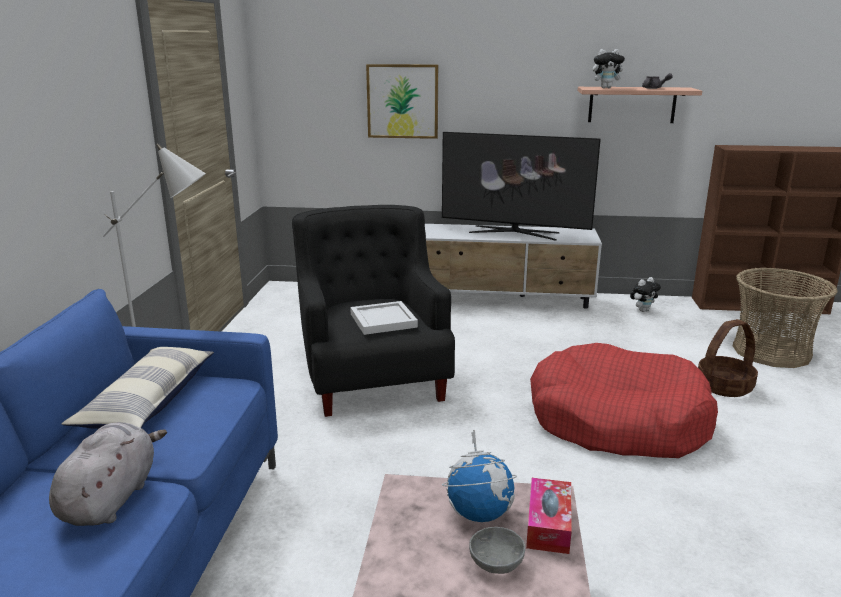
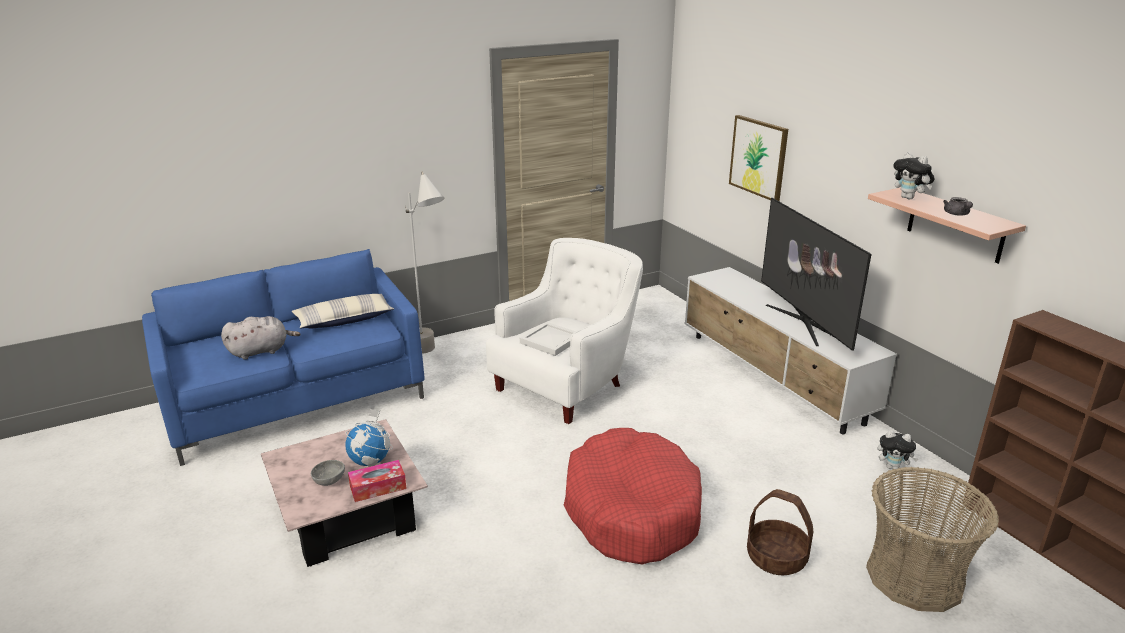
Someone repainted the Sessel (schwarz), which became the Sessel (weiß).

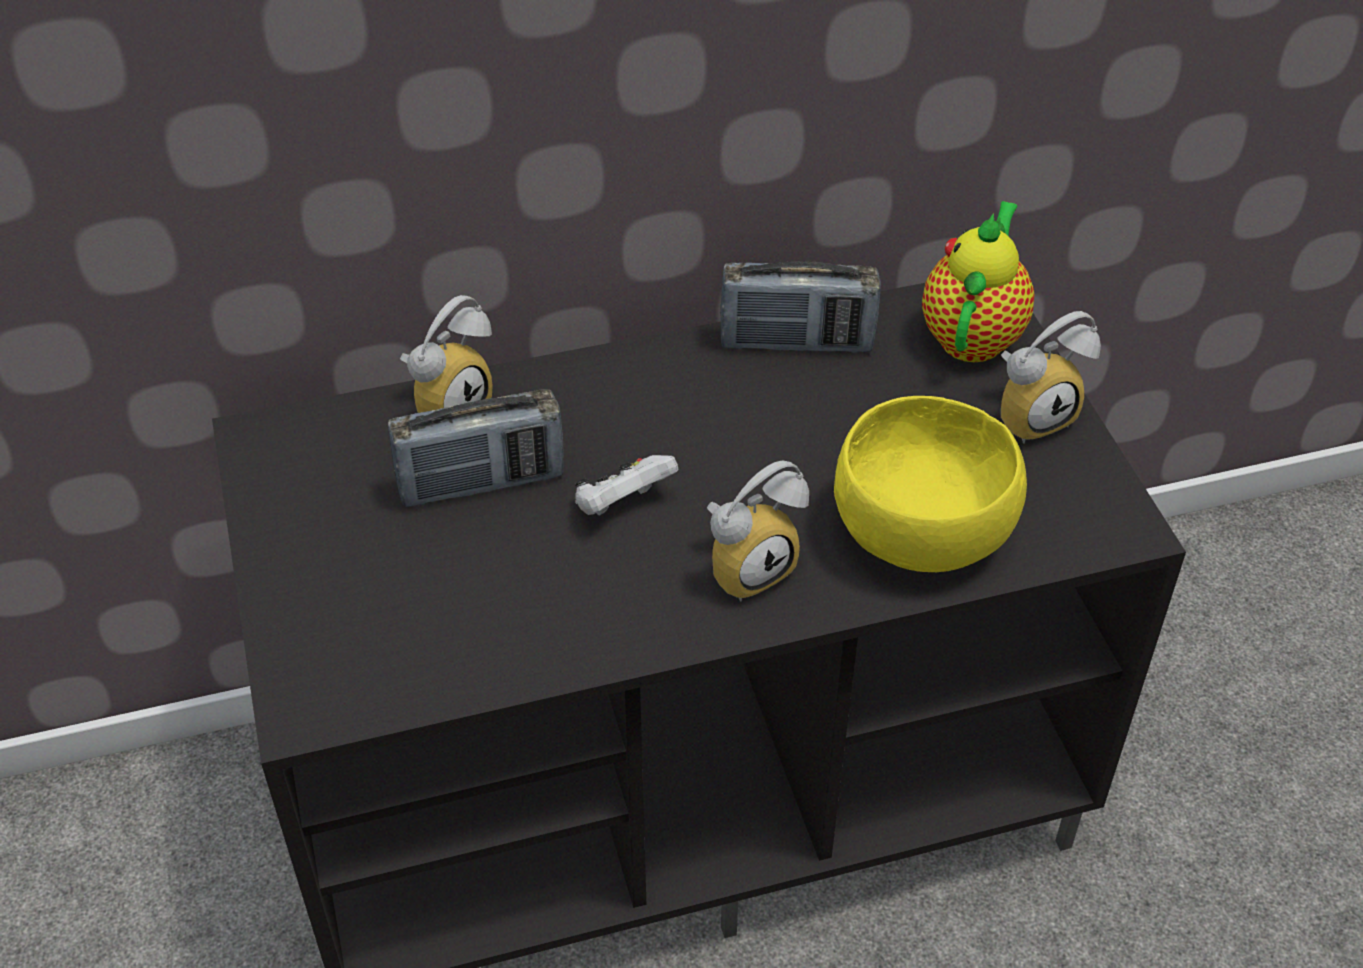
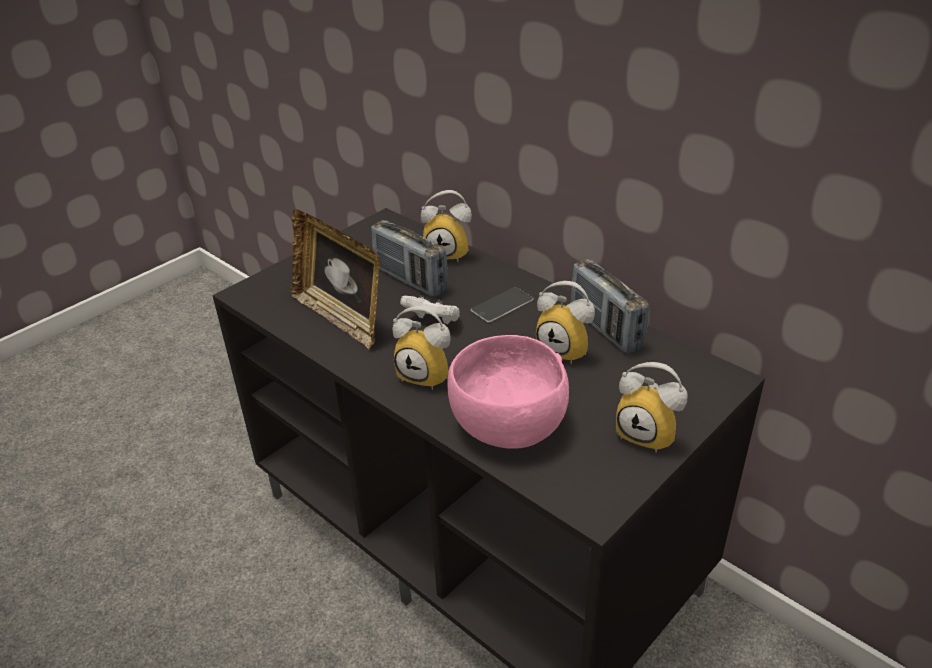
Someone put down the Bilderrahmen.
Someone repainted the Schüssel (gelb), which became the Schüssel (rosa).
Someone put down the Handy.
Someone put down the Wecker (no. 3 from left).
Someone took away the Teekanne.

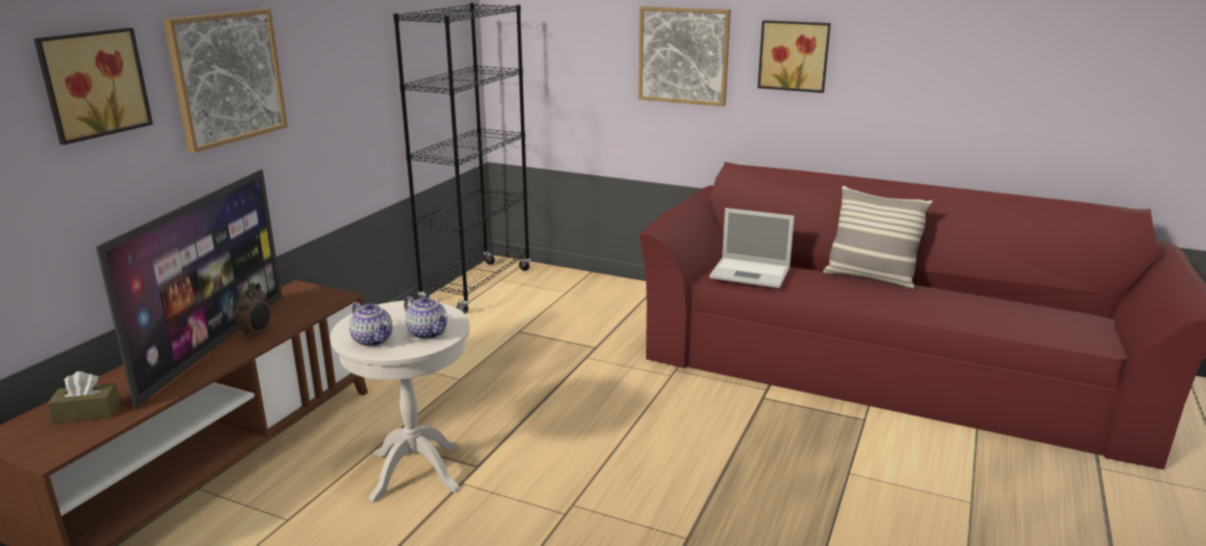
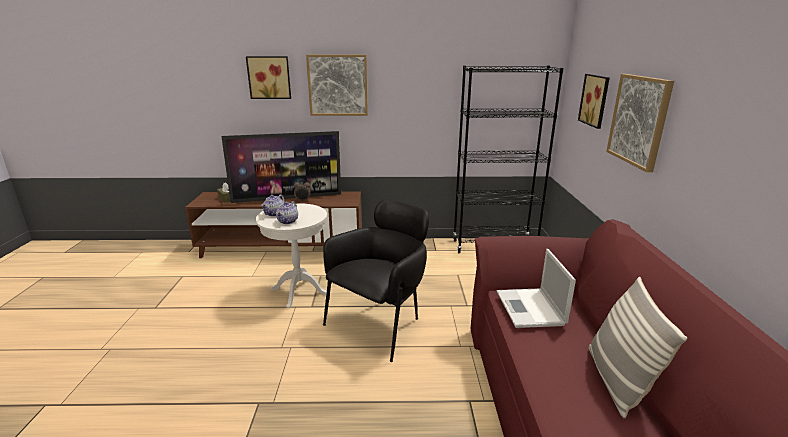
Someone put down the Sessel (schwarz).
Someone carried the Bild (no. 4 from left in the first image).

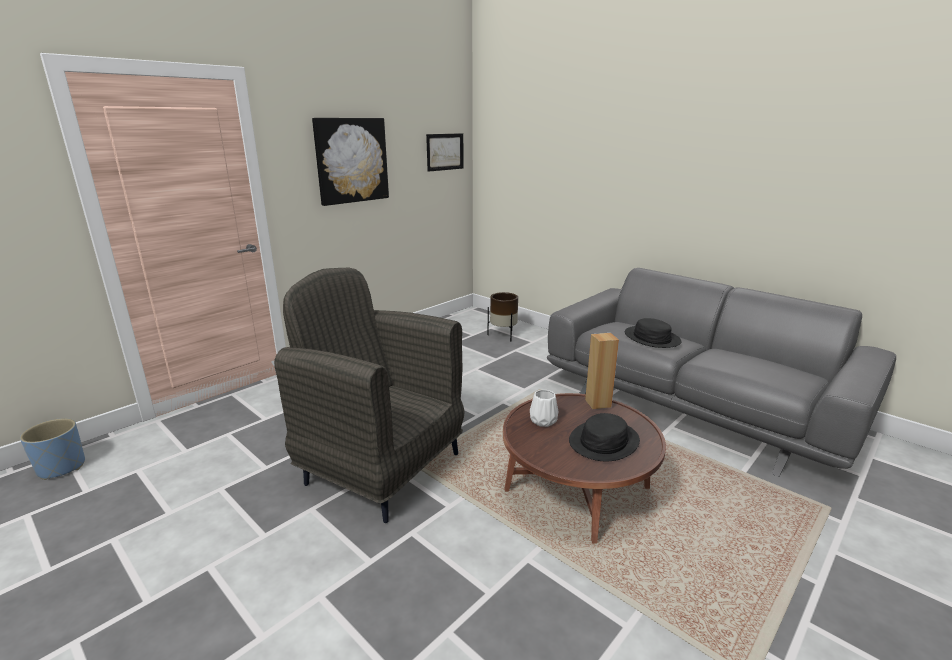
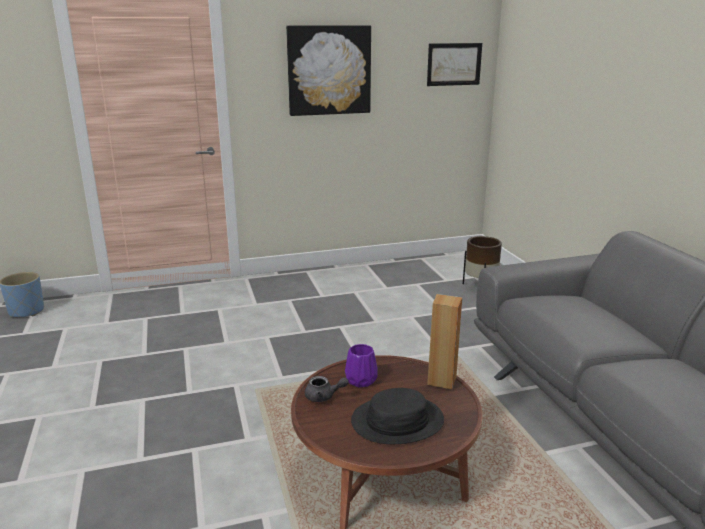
Someone put down the Teekanne (grau).
Someone repainted the Vase (weiß), which became the Vase (lila).
Someone took away the Sessel (grau).
Someone took away the Hut (schwarz) (no. 2 from left).

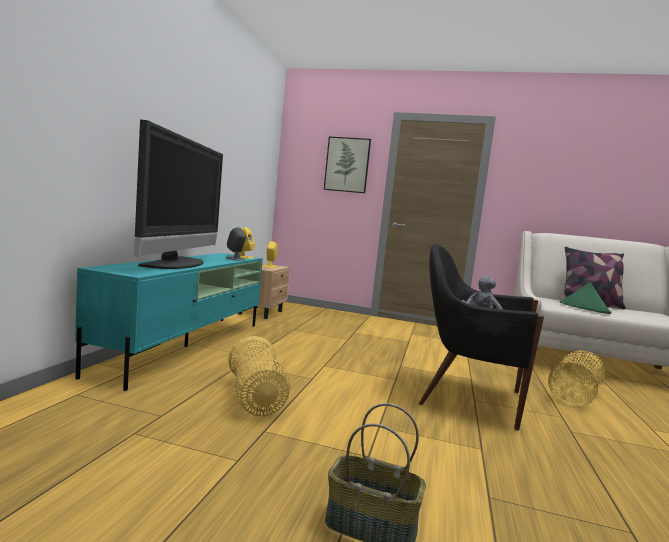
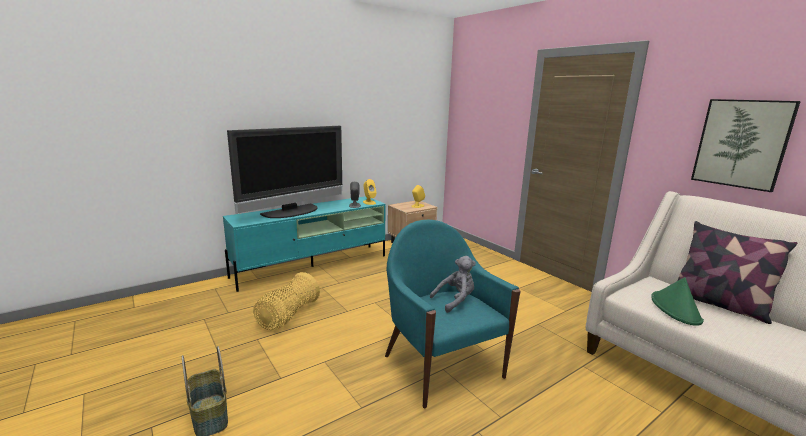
Someone repainted the Sessel (schwarz), which became the Sessel (türkis).
Someone carried the Bild.
Someone took away the Korb (no. 3 from left).

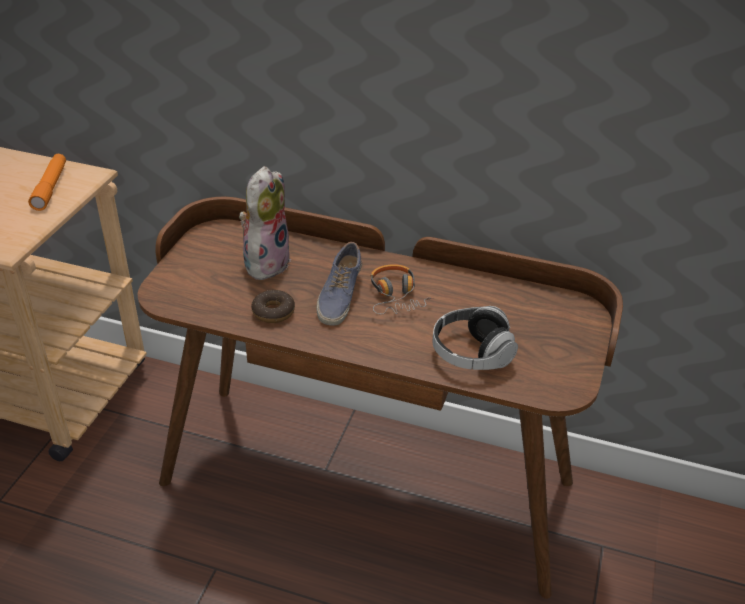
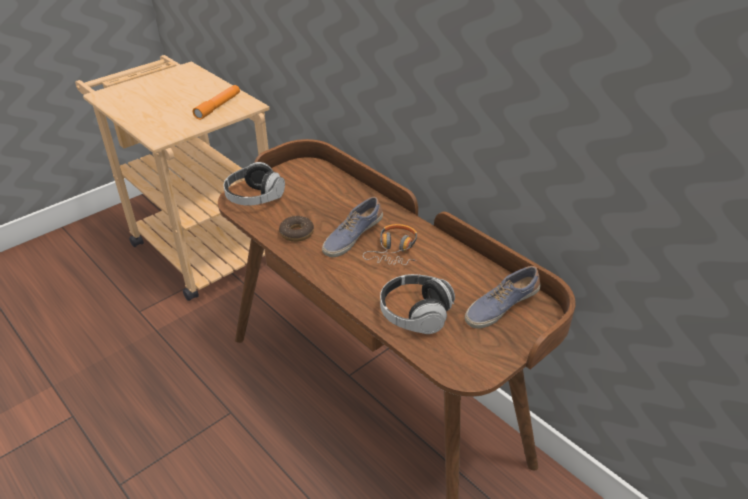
Someone put down the Kopfhörer (no. 1 from left).
Someone put down the Schuh (no. 2 from left).
Someone took away the Plüschtier.

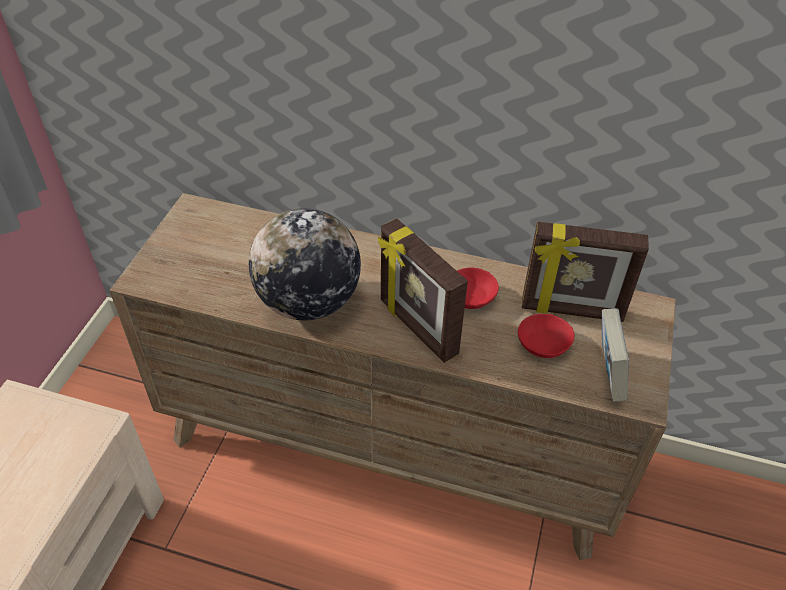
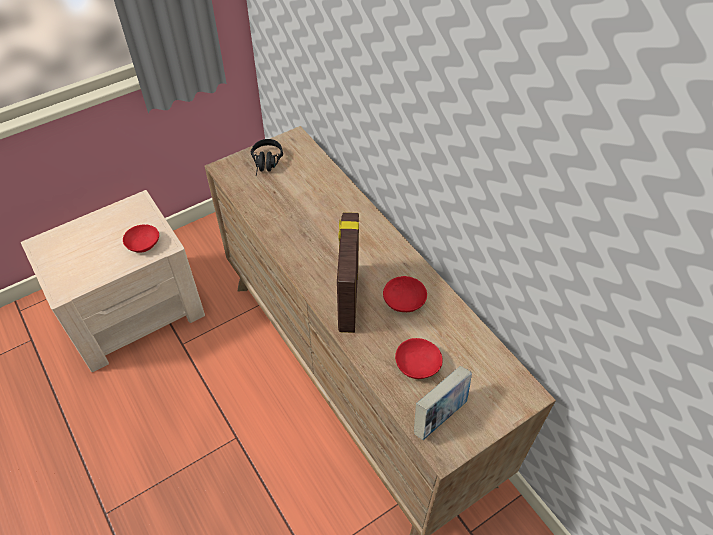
Someone put down the Schüssel (rot) (no. 1 from left).
Someone put down the Kopfhörer (schwarz).
Someone took away the Globus.
Someone took away the Bilderrahmen (no. 2 from left).

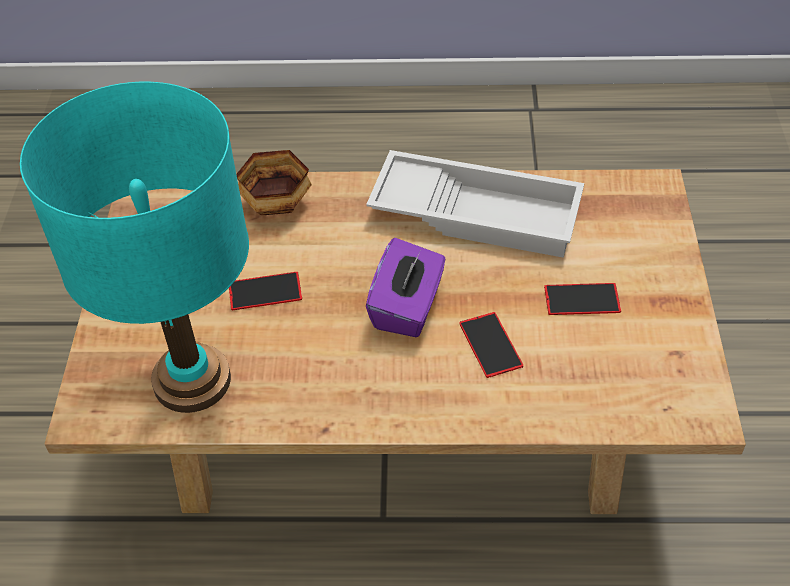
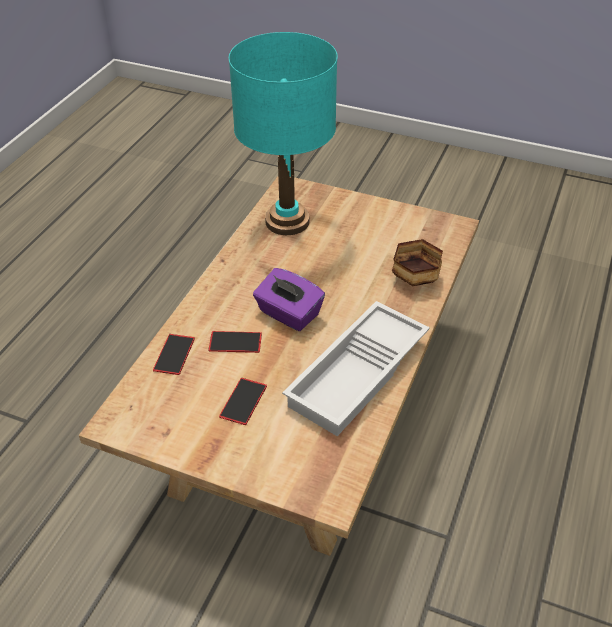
Someone carried the Handy (no. 1 from left).

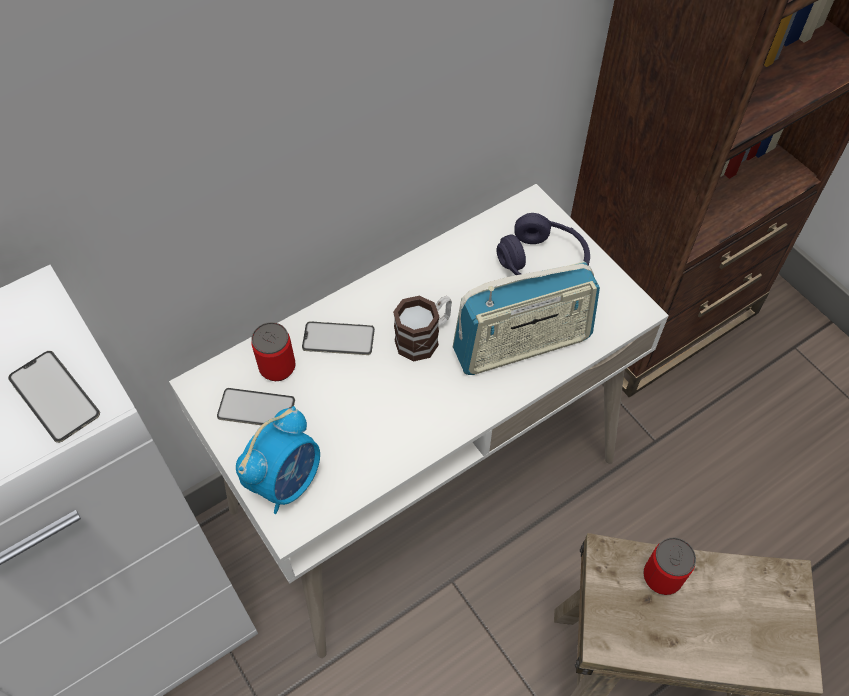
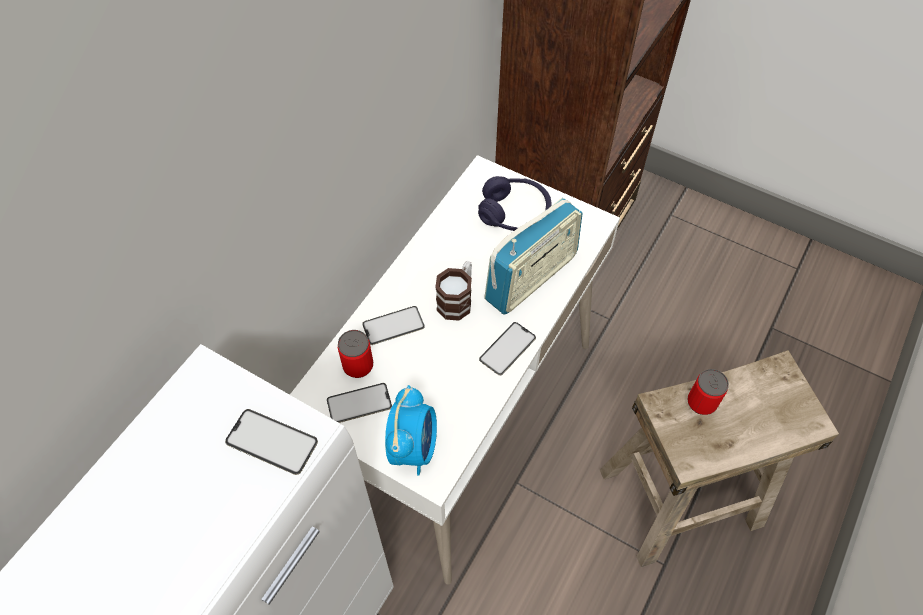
Someone put down the Handy (no. 4 from left).

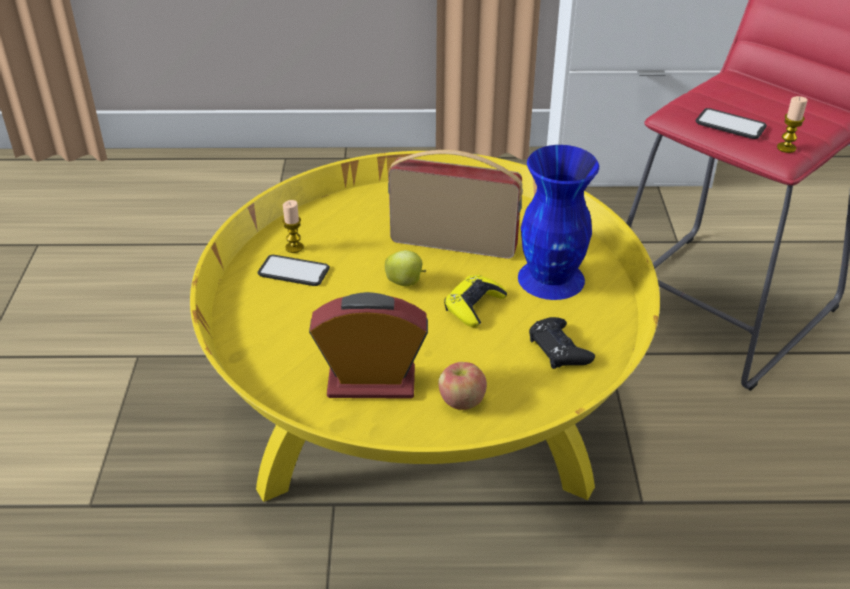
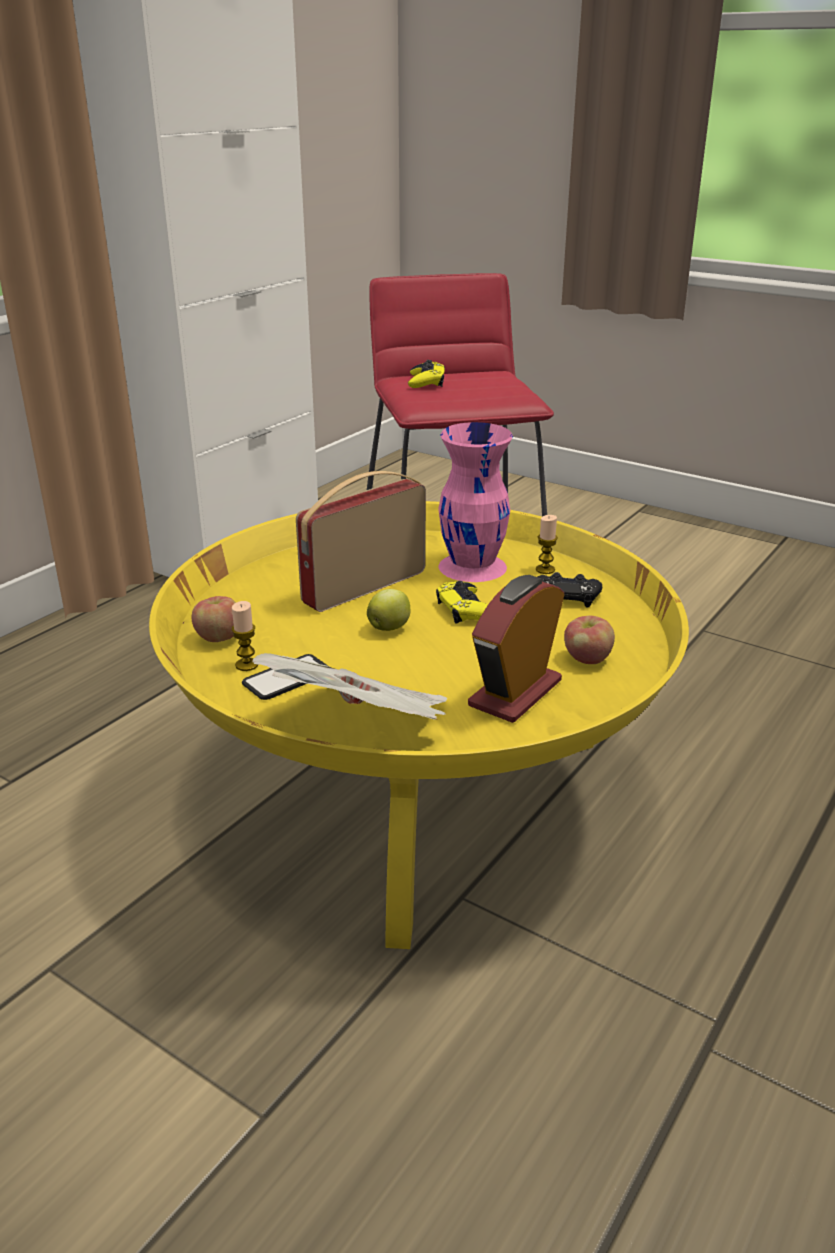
Someone put down the Apfel (no. 1 from left).
Someone put down the Zeitung.
Someone put down the Gamepad (gelb) (no. 1 from left).
Someone repainted the Vase (blau), which became the Vase (rosa).
Someone carried the Kerze (no. 2 from left).
Someone took away the Handy (no. 2 from left).

